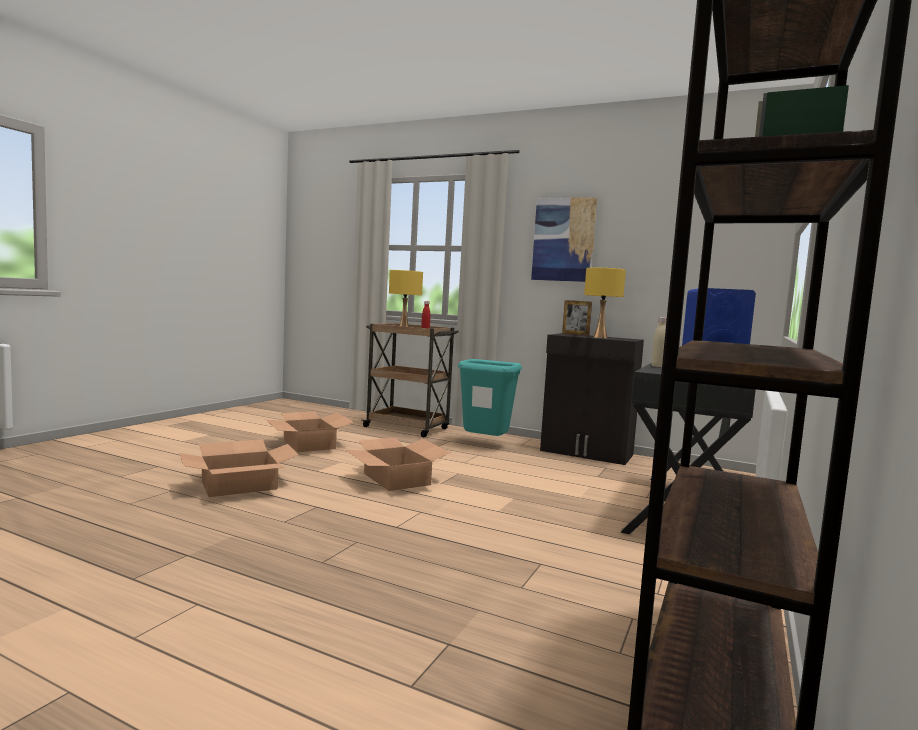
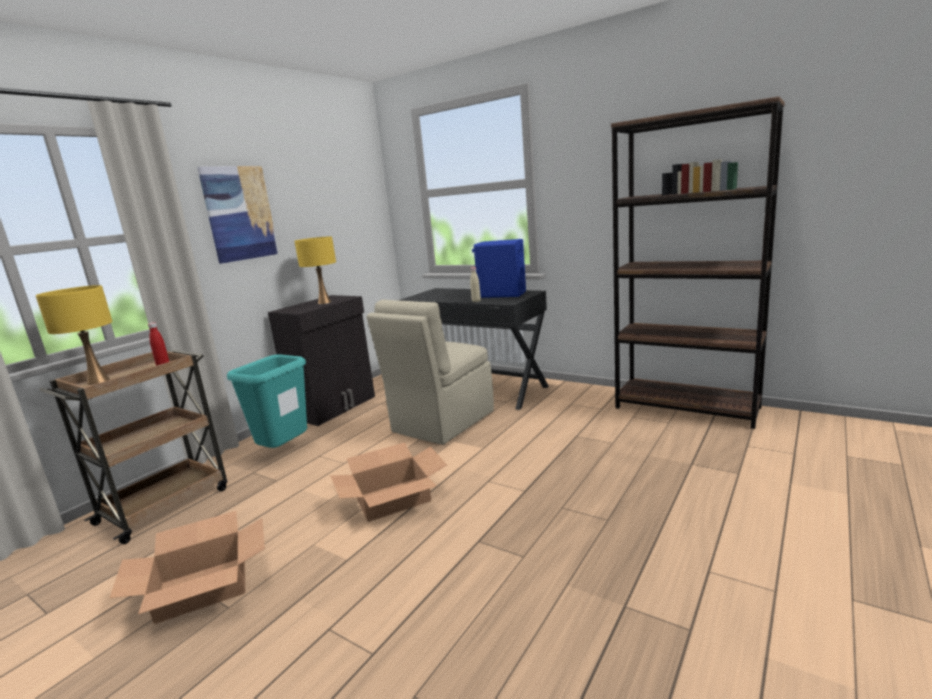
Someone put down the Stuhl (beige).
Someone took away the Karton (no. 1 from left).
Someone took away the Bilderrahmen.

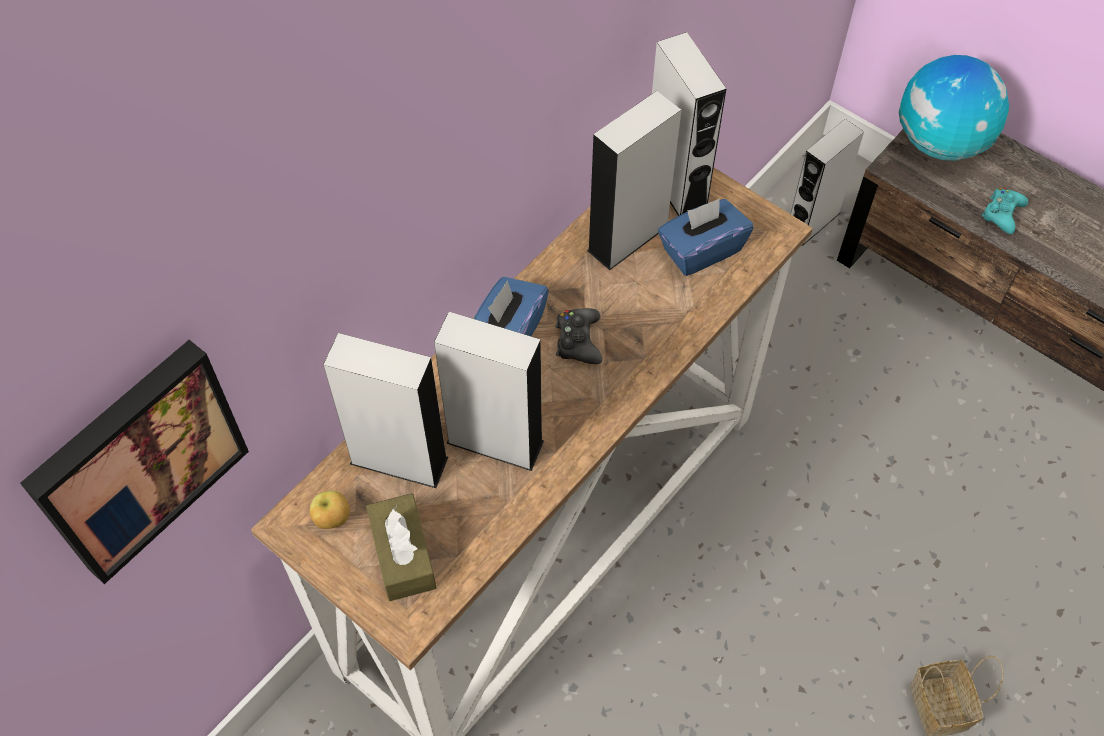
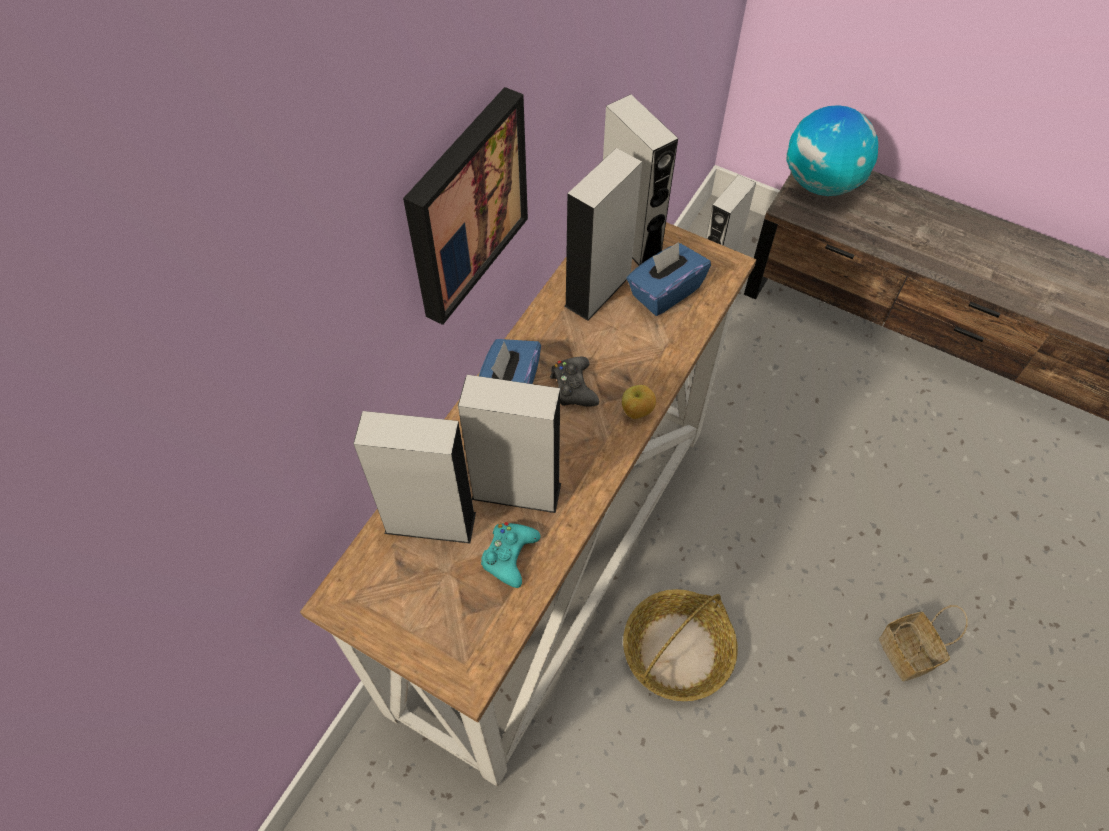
Someone carried the Bild.
Someone carried the Gamepad (türkis).
Someone carried the Apfel.
Someone put down the Korb (no. 1 from left).
Someone took away the Taschentuchbox (braun).

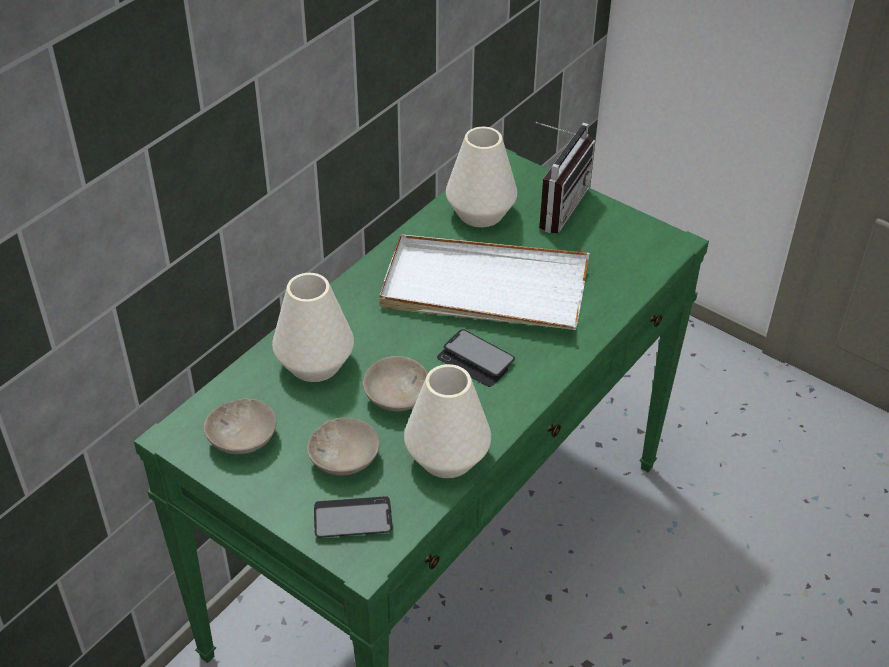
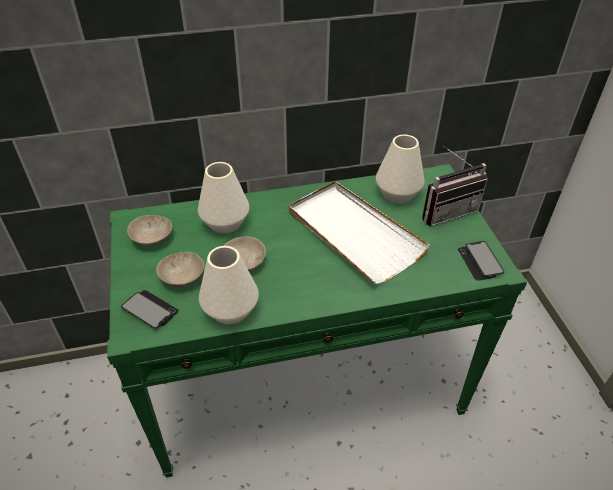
Someone carried the Handy (no. 2 from left).

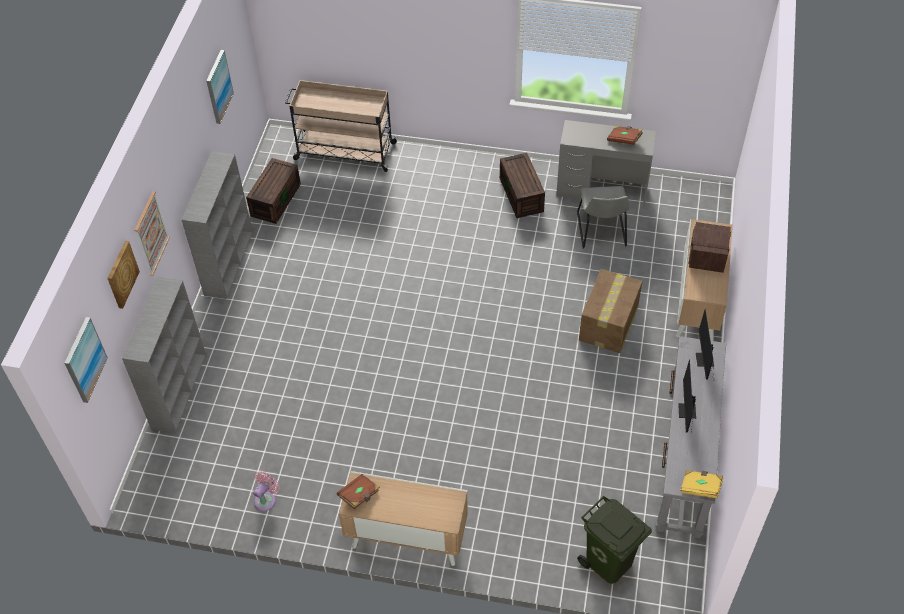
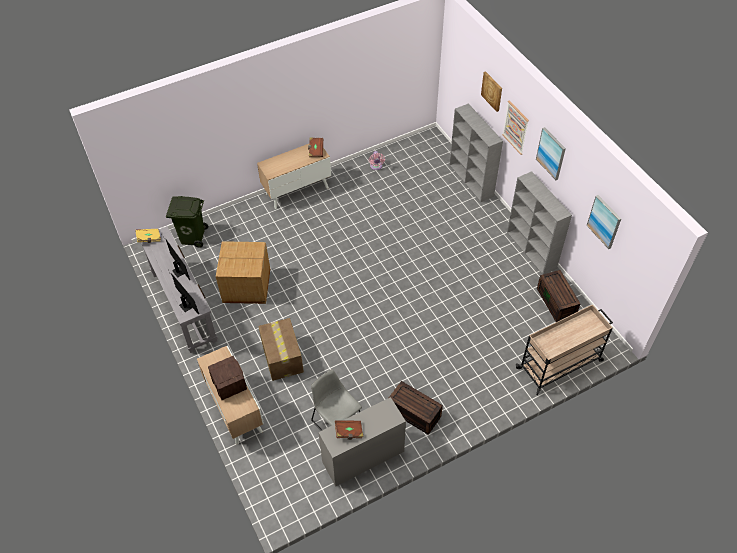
Someone put down the Karton (no. 1 from left).
Someone carried the Bild (no. 1 from left in the first image).

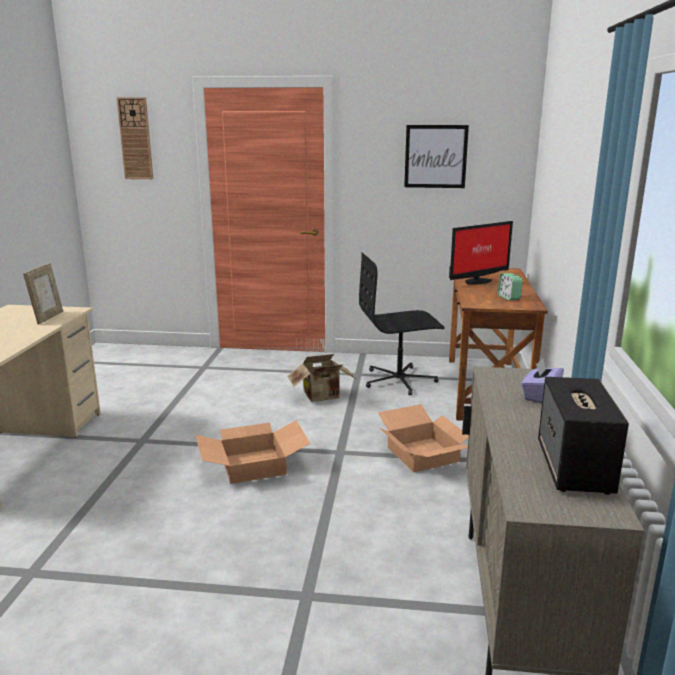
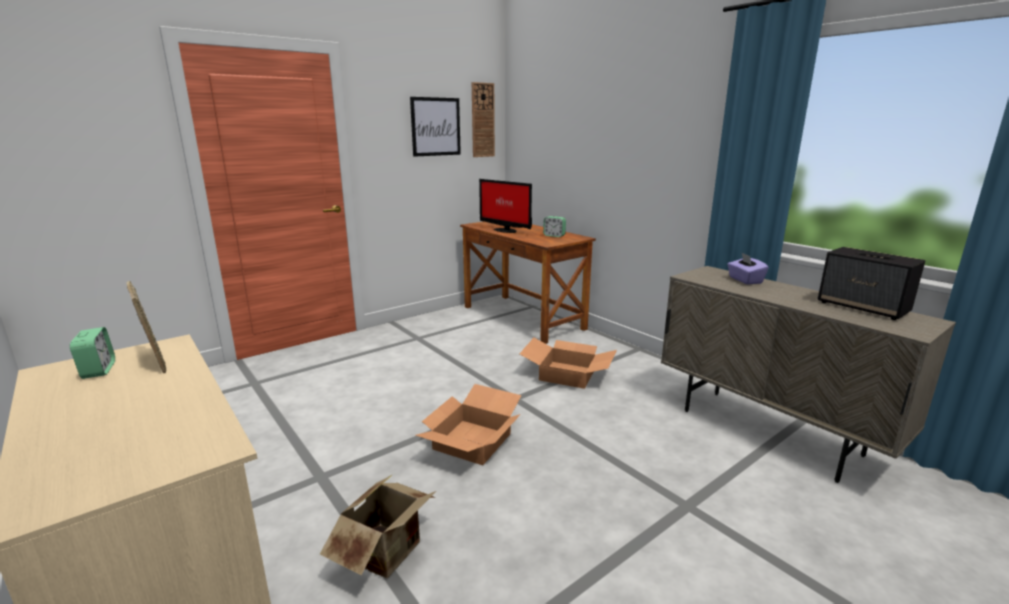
Someone put down the Wecker (no. 1 from left).
Someone carried the Karton (no. 2 from left in the first image).
Someone carried the Wanduhr.
Someone rotated the Monitor by 120 degrees clockwise.
Someone took away the Bürostuhl (schwarz).

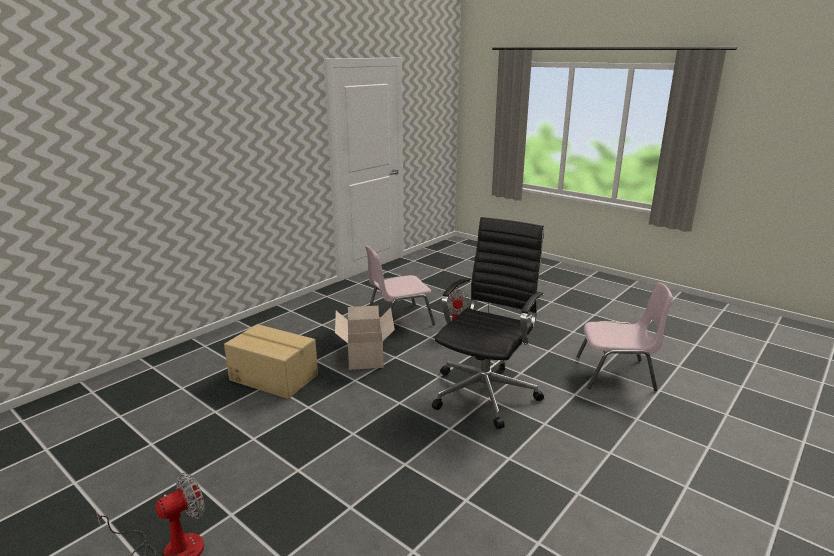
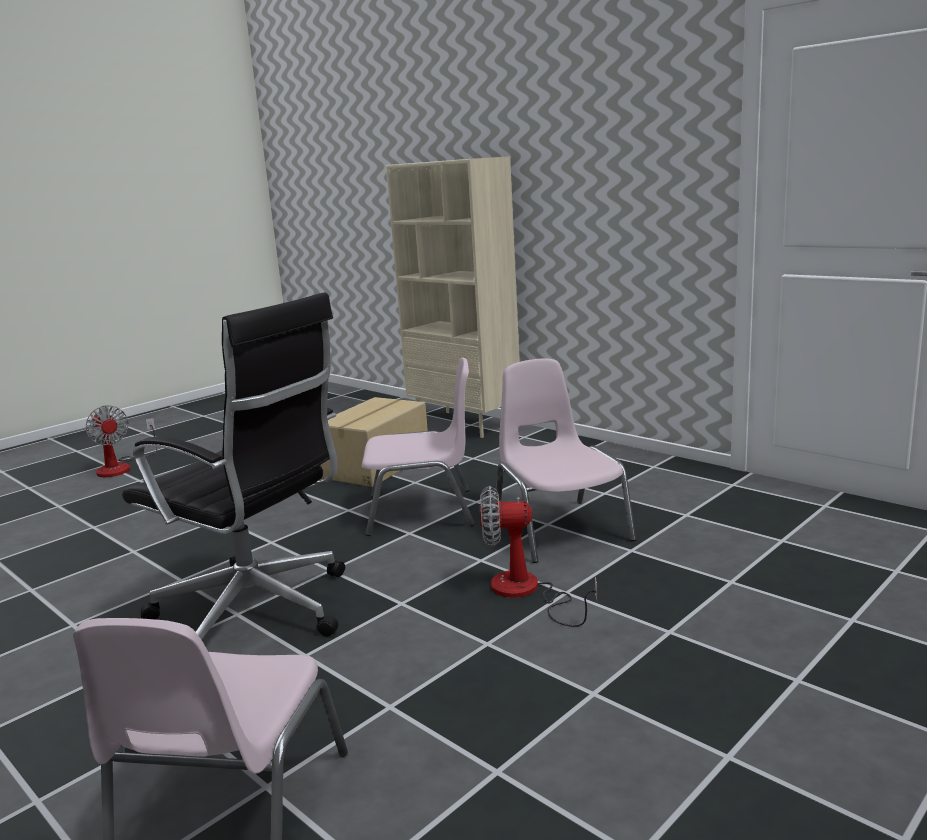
Someone swapped the Karton (no. 2 from left) for the Stuhl (rosa) (no. 2 from left).
Someone put down the Bücherregal (beige).

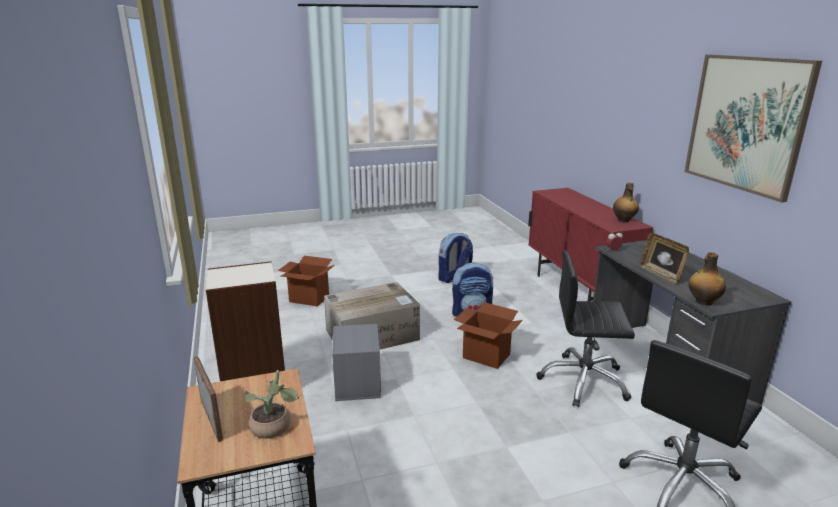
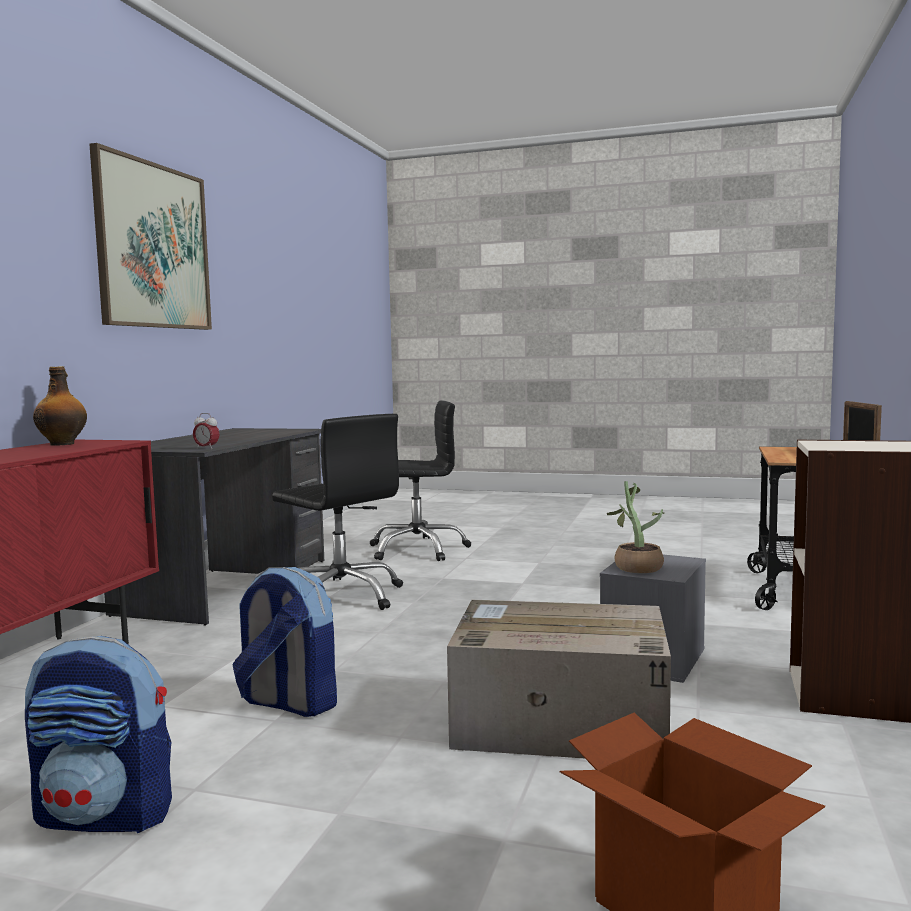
Someone carried the Topfpflanze.
Someone took away the Karton (no. 3 from left).
Someone took away the Bilderrahmen (no. 2 from left).
Someone took away the Flasche (no. 2 from left).

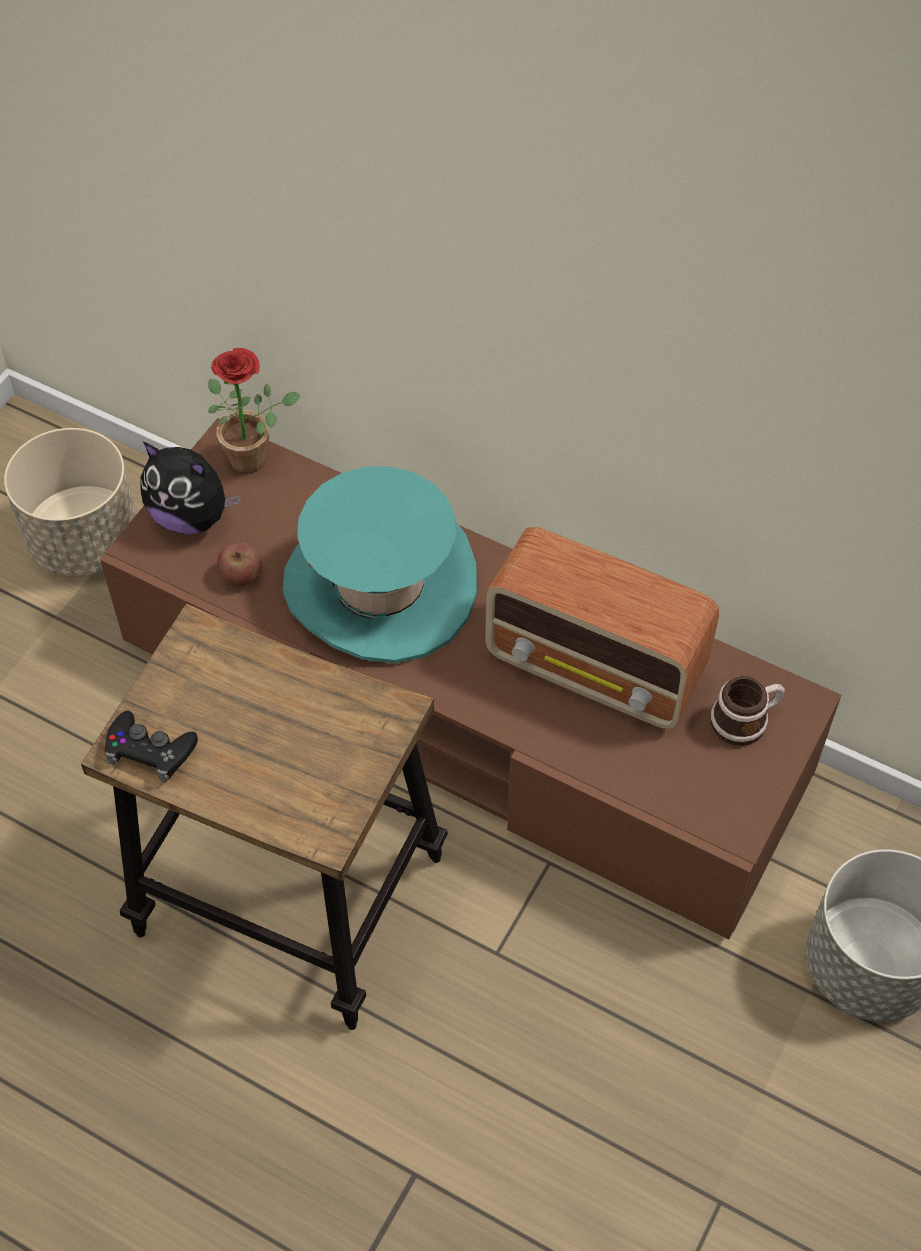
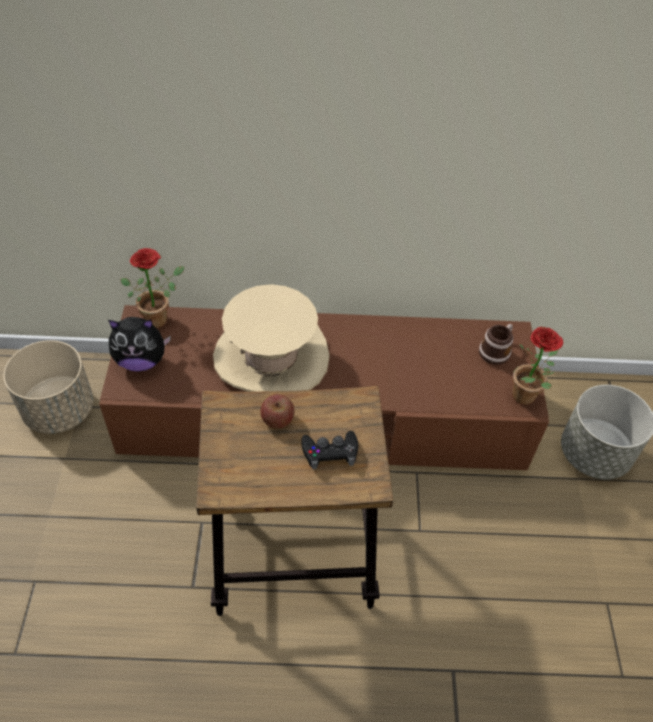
Someone repainted the Hut (türkis), which became the Hut (beige).
Someone carried the Apfel.
Someone carried the Gamepad (schwarz).
Someone put down the Topfpflanze (no. 2 from left).
Someone took away the Radio.

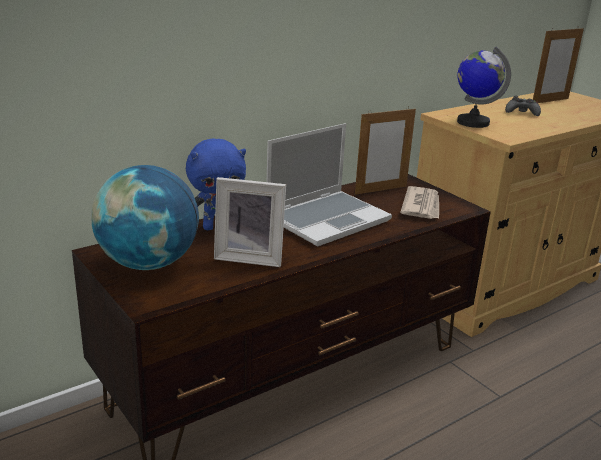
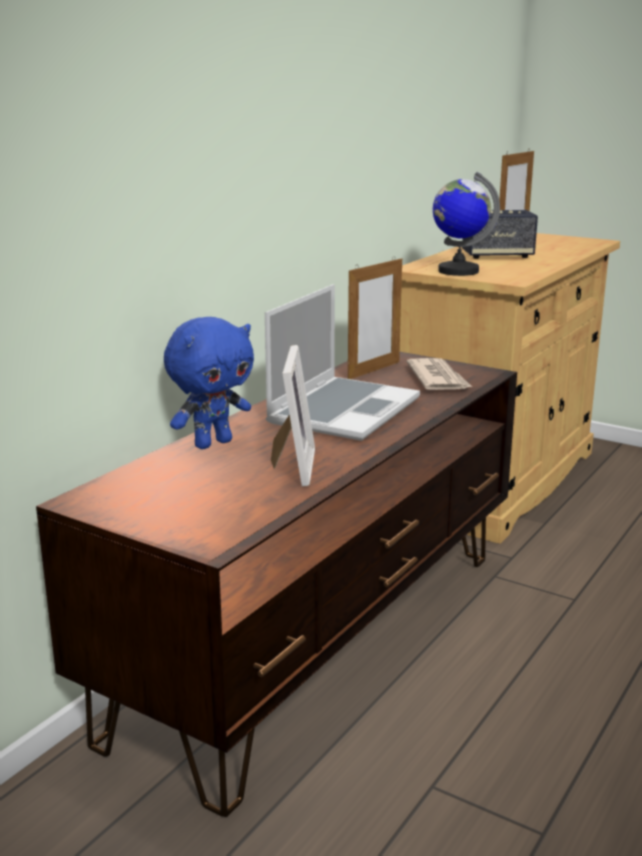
Someone rotated the Bilderrahmen (no. 1 from left) by 75 degrees counterclockwise.
Someone swapped the Gamepad (schwarz) for the Lautsprecher.
Someone took away the Globus (no. 1 from left).

